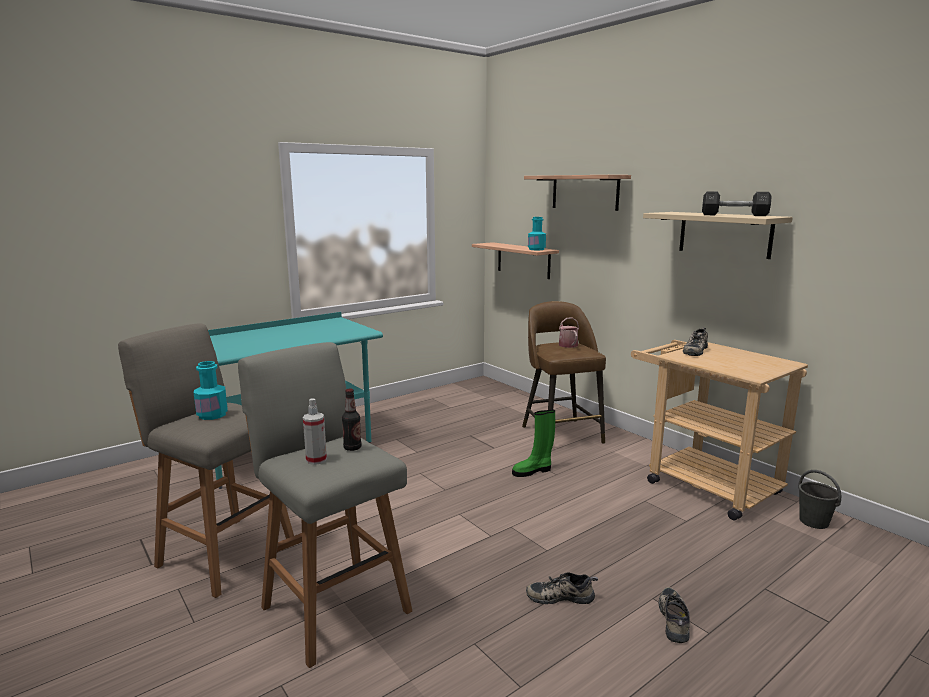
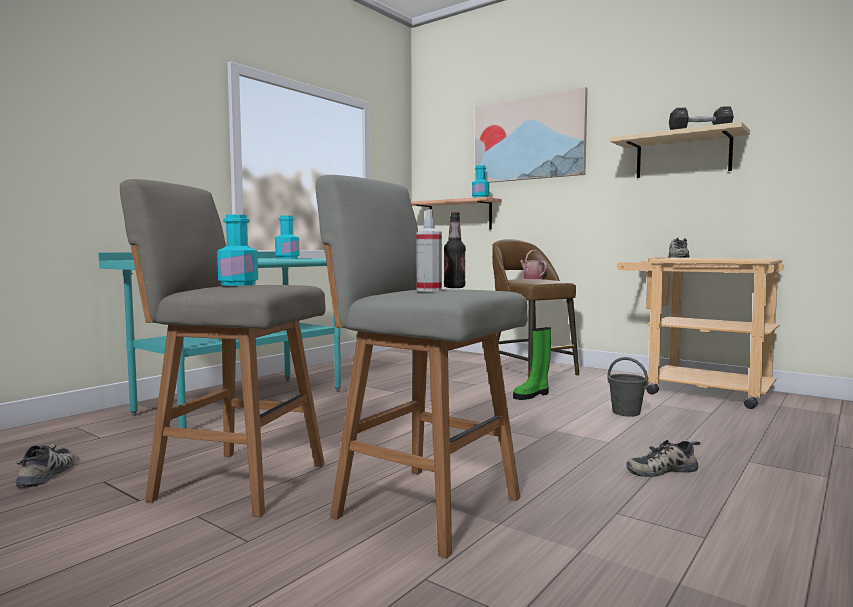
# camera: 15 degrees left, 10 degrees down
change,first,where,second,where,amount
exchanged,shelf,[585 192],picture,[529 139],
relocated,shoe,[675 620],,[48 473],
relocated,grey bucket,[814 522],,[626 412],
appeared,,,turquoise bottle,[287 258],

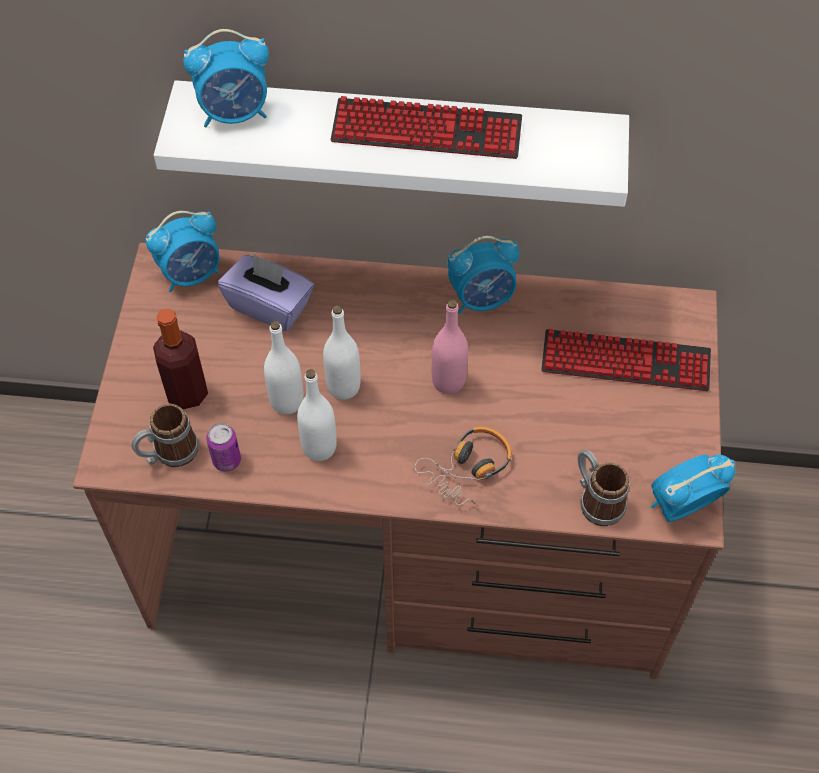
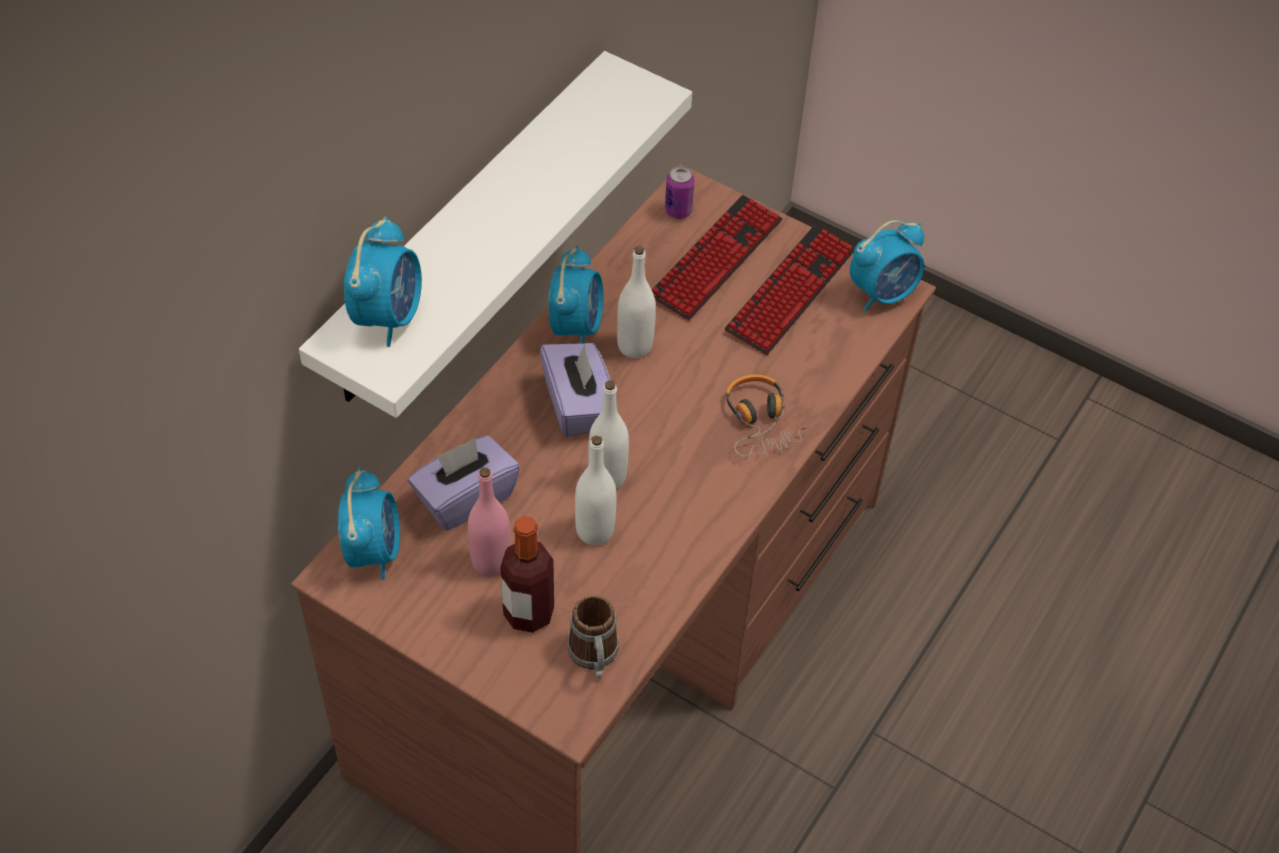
# camera: 65 degrees left, 5 degrees down
change,first,where,second,where,amount
relocated,can,[227 460],,[678 211],
relocated,white bottle,[319 447],,[634 346],
relocated,keyboard,[426 131],,[791 291],
relocated,pink bottle,[448 381],,[491 562],
missing,mug,[596 499],,,
spun,alarm clock,[681 506],,[883 293],120 degrees counterclockwise
appeared,,,purple tissue box,[578 405],

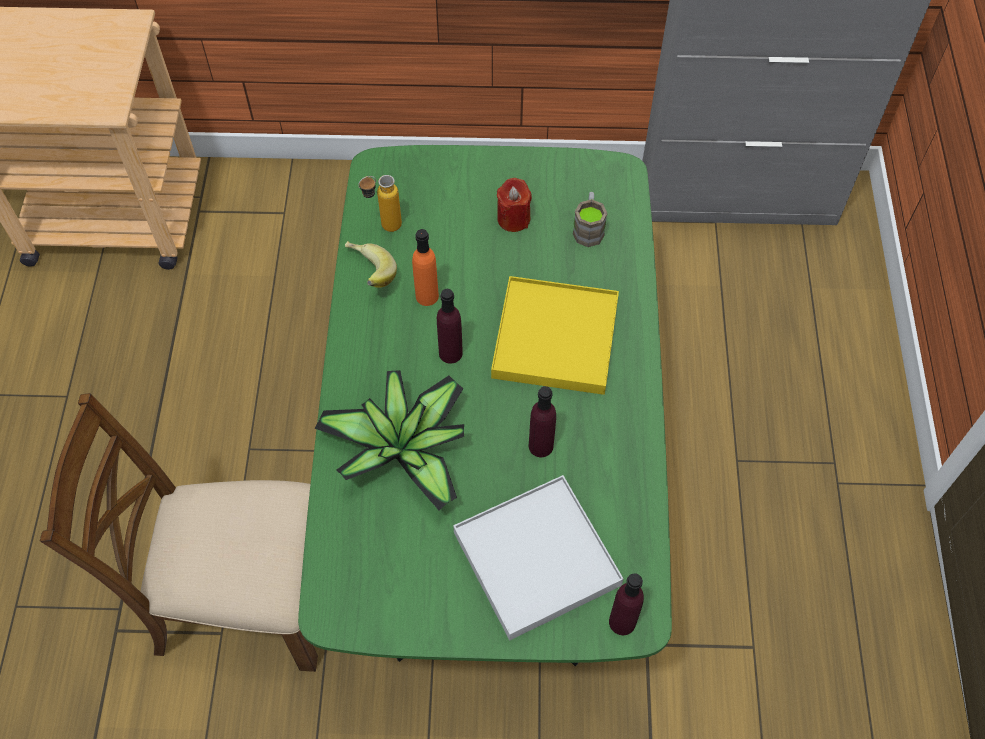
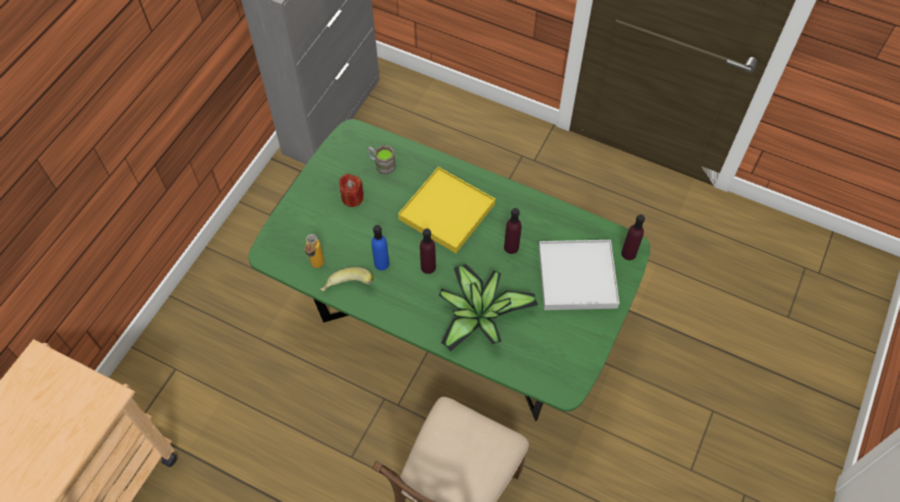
# camera: 65 degrees left, 0 degrees up
change,first,where,second,where,amount
colour,orange bottle,[427 296],blue bottle,[381 263],

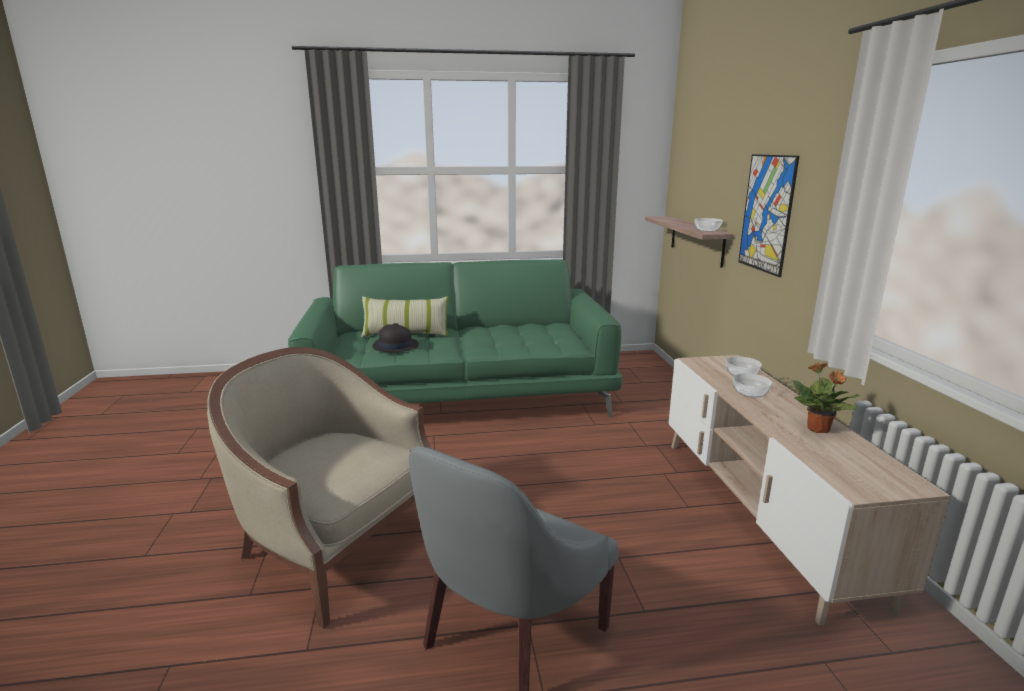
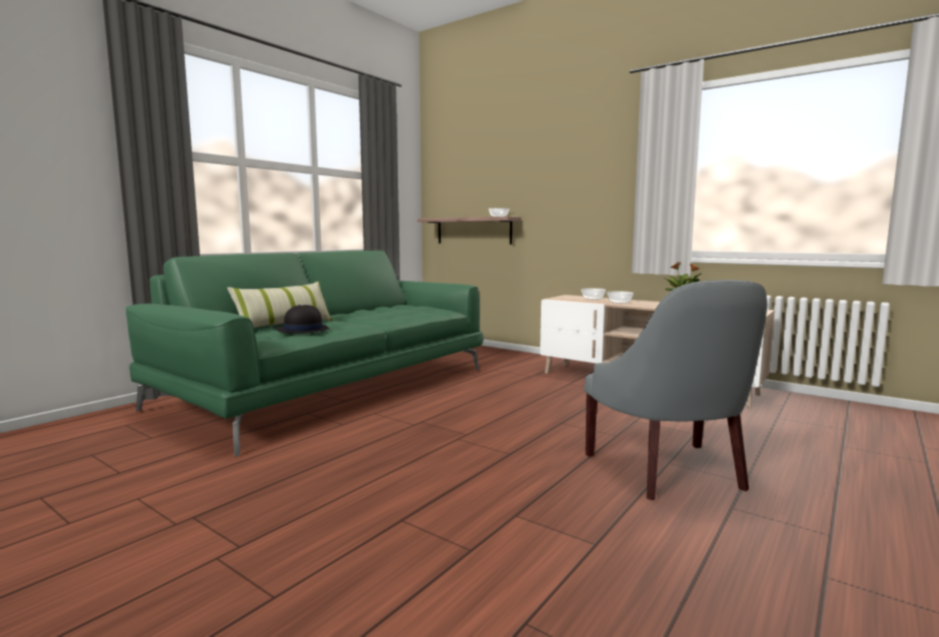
# camera: 45 degrees left, 10 degrees down
change,first,where,second,where,amount
missing,beige armchair,[338 546],,,
missing,picture,[767 213],,,

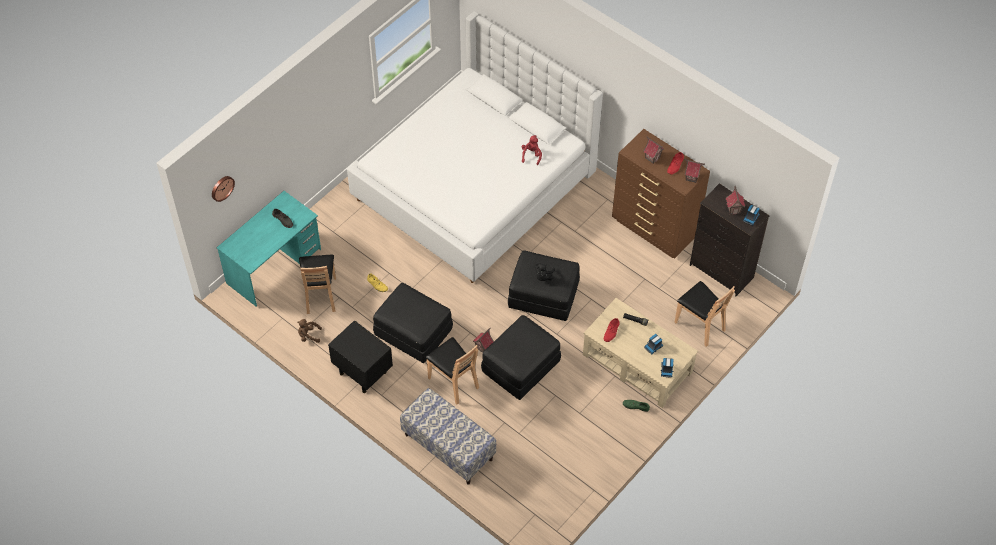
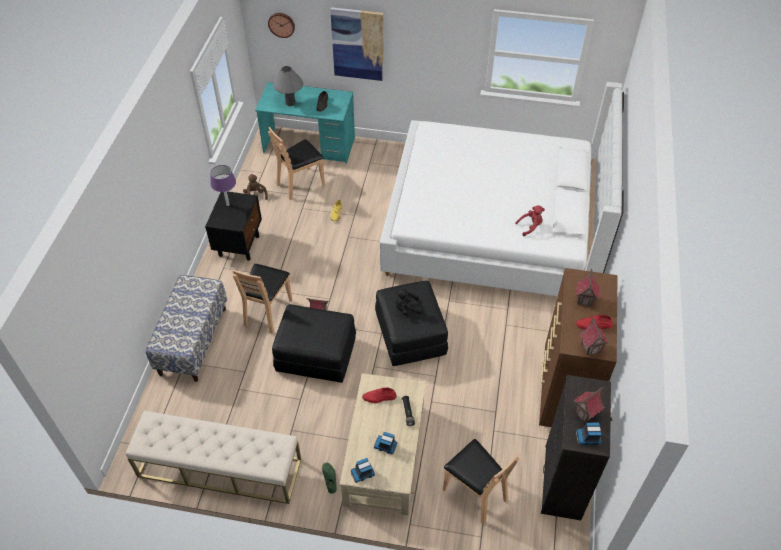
# camera: 60 degrees right, 5 degrees down
change,first,where,second,where,amount
missing,black ottoman,[412 333],,,
spun,brown chair,[700 325],,[475 493],60 degrees counterclockwise
appeared,,,beige bench,[219 468],
appeared,,,purple table lamp,[228 204],
appeared,,,grey table lamp,[290 103],
appeared,,,picture,[358 44],

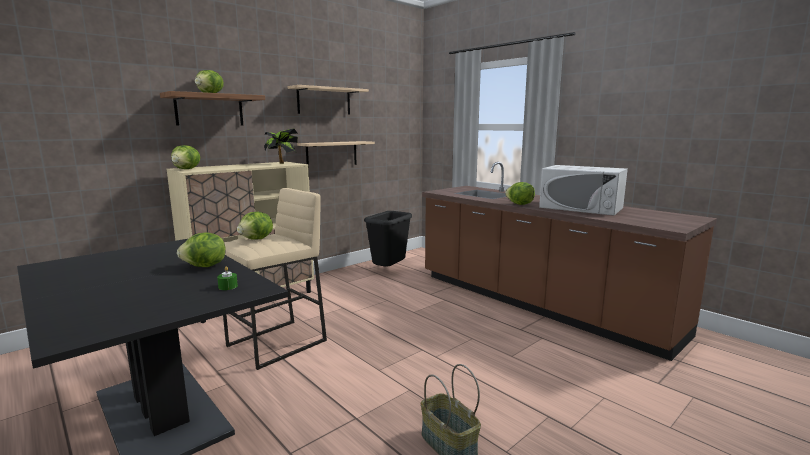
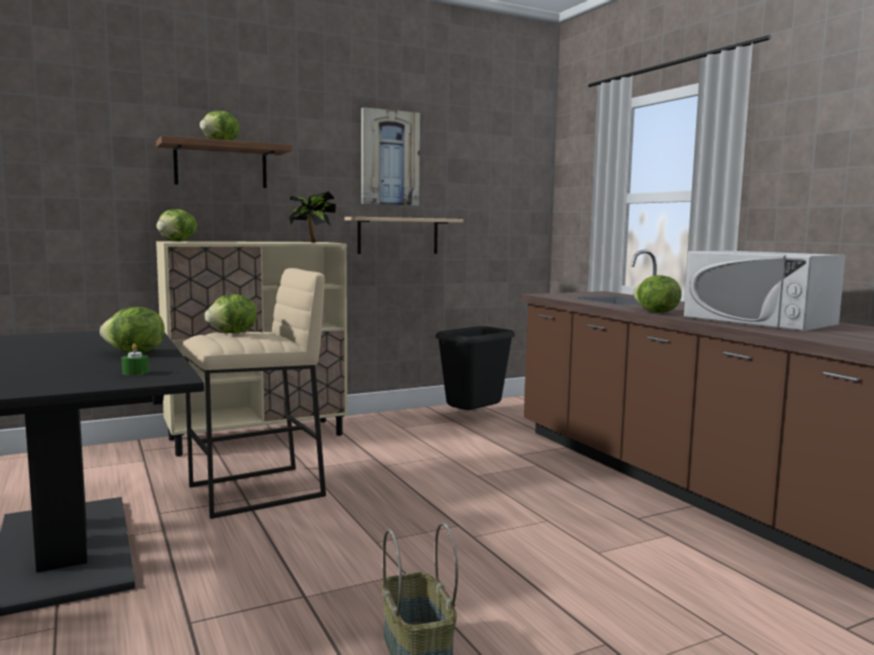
# camera: 15 degrees right, 5 degrees down
change,first,where,second,where,amount
exchanged,shelf,[324 101],picture,[389 158],

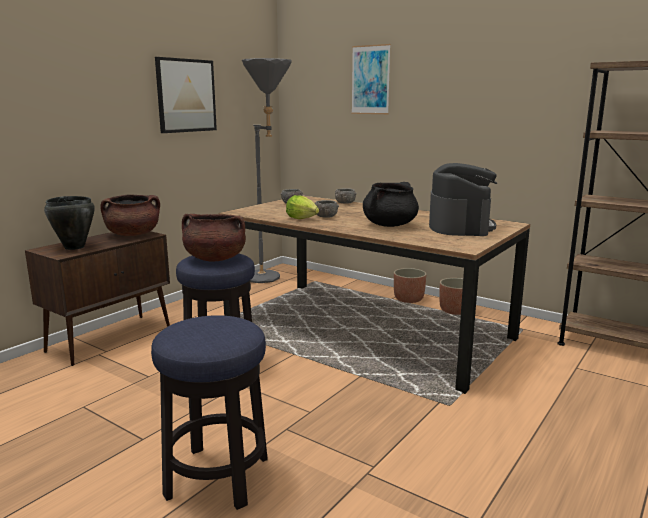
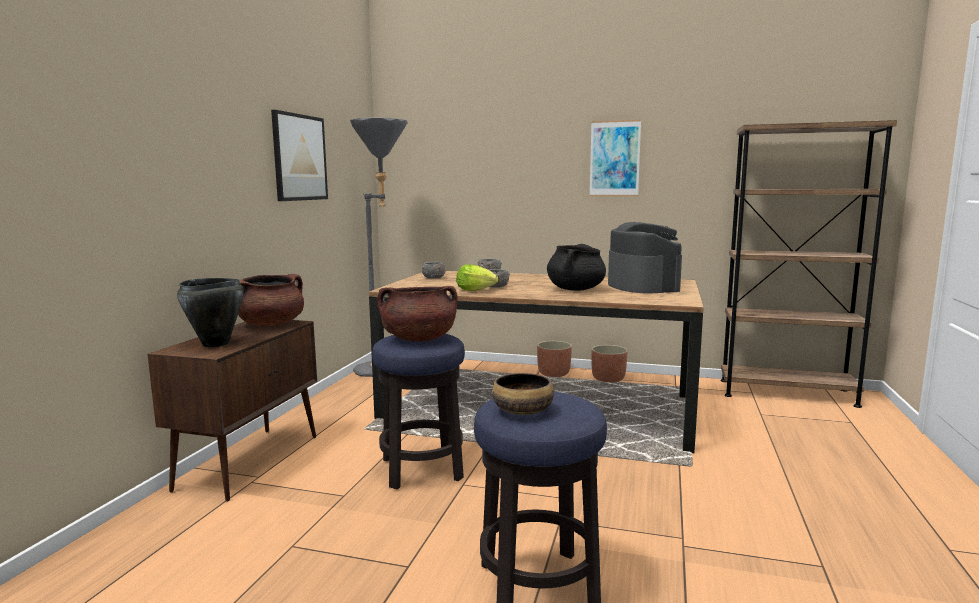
# camera: 20 degrees left, 5 degrees down
change,first,where,second,where,amount
relocated,picture,[370 80],,[614 158],
appeared,,,bowl,[522 411],

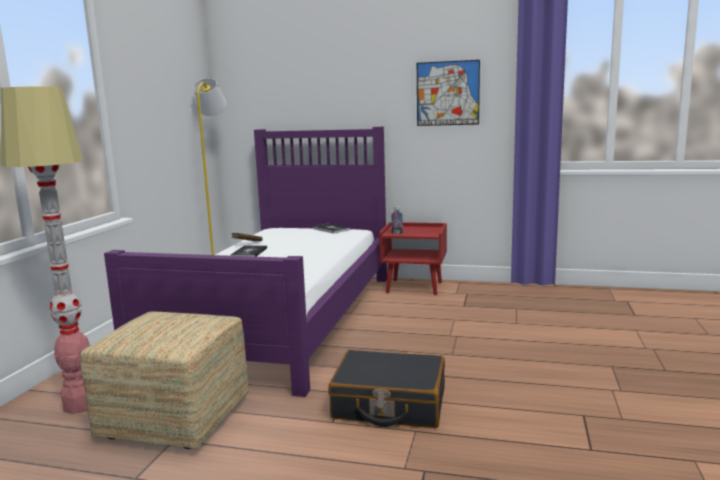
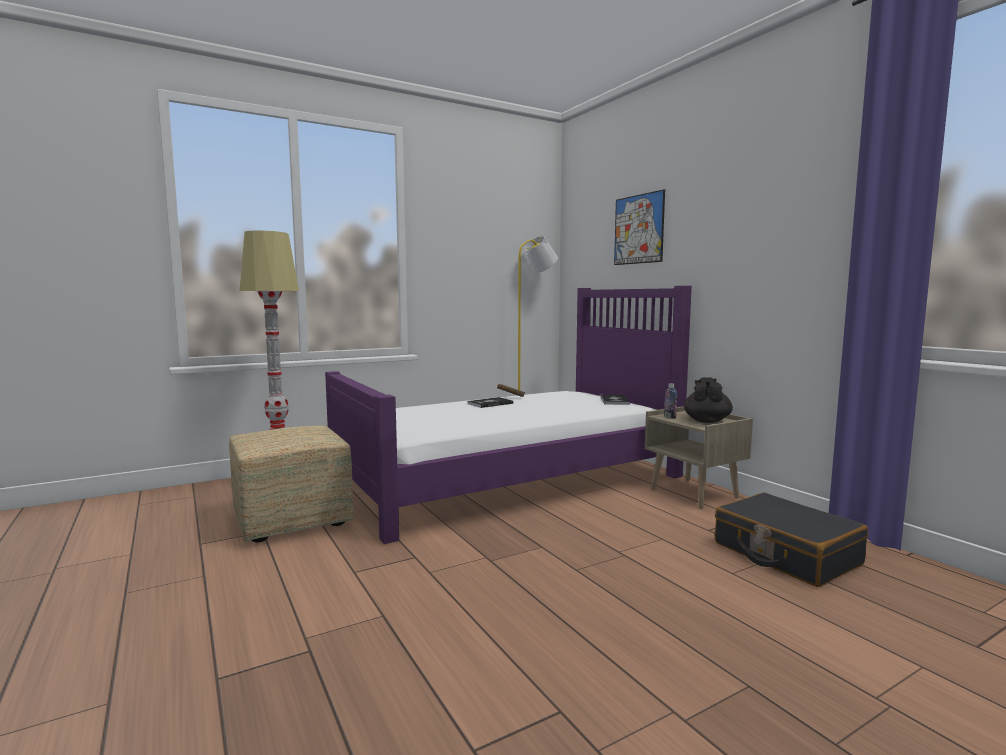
# camera: 45 degrees right, 5 degrees down
change,first,where,second,where,amount
relocated,black suitcase,[389 404],,[785 554],
colour,red nightstand,[415 287],beige nightstand,[695 493],
relocated,picture,[447 93],,[638 229],
appeared,,,black teapot,[706 421],

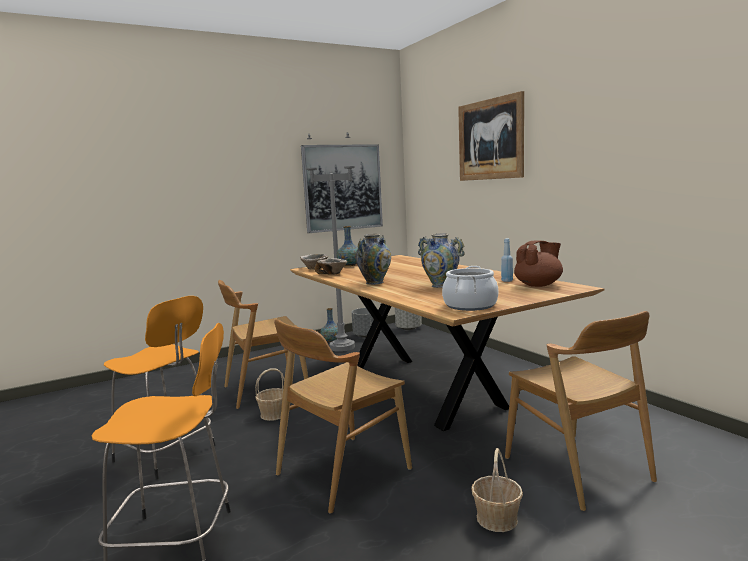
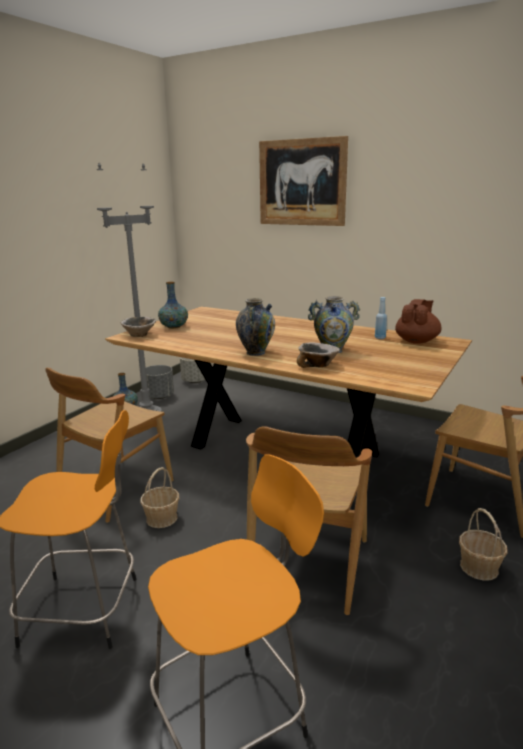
# camera: 30 degrees left, 10 degrees up
change,first,where,second,where,amount
missing,picture,[342 187],,,
relocated,bowl,[332 273],,[318 365],
missing,cooking pot,[470 305],,,

